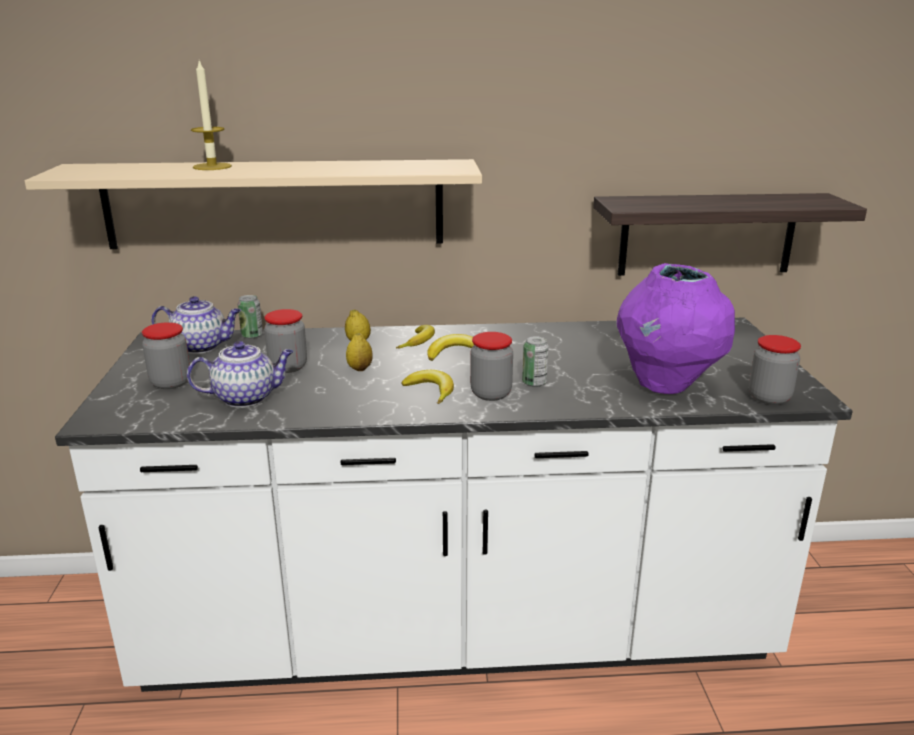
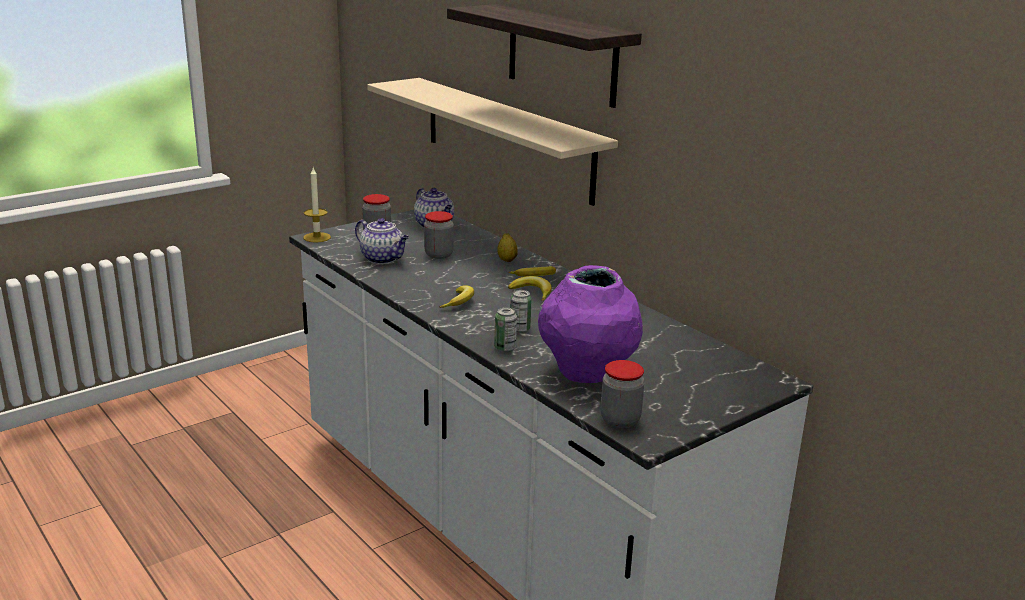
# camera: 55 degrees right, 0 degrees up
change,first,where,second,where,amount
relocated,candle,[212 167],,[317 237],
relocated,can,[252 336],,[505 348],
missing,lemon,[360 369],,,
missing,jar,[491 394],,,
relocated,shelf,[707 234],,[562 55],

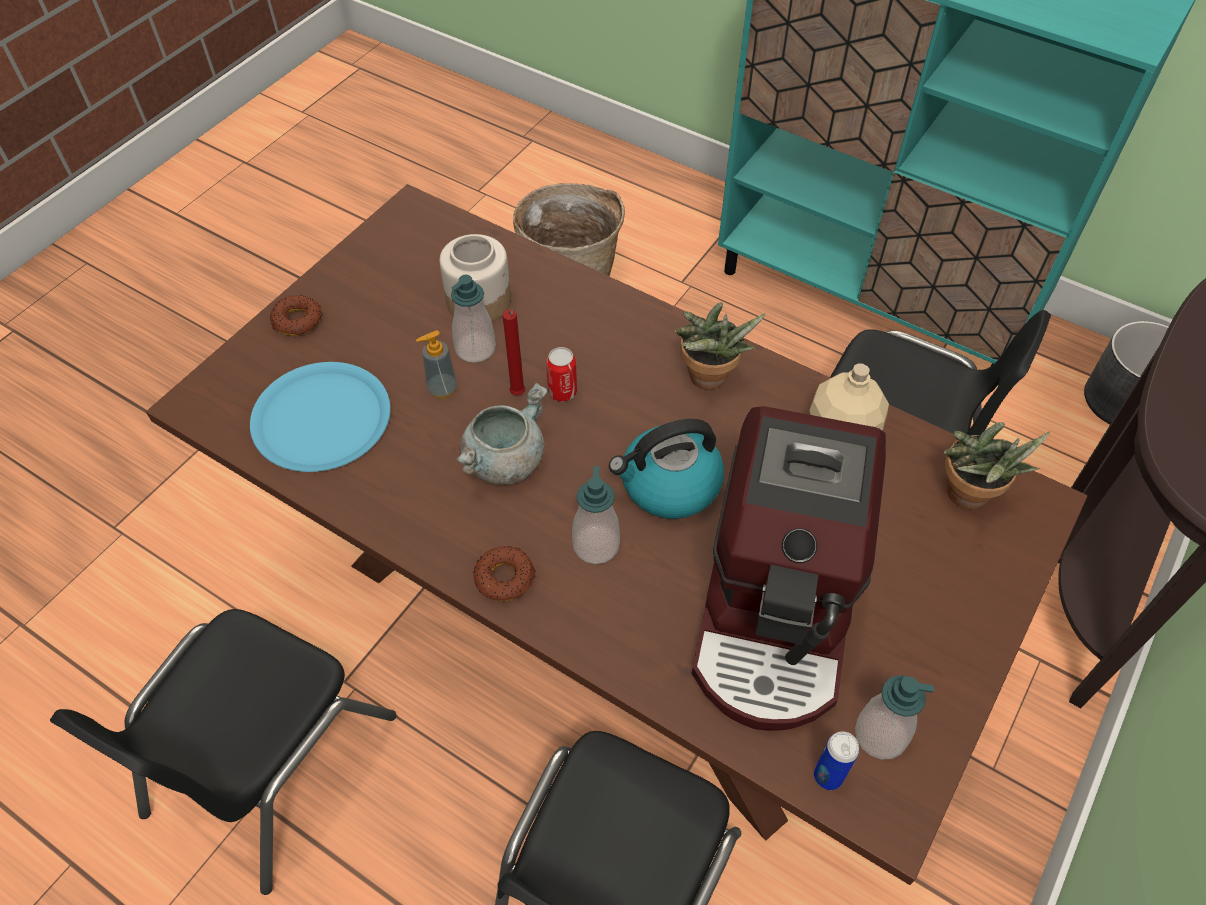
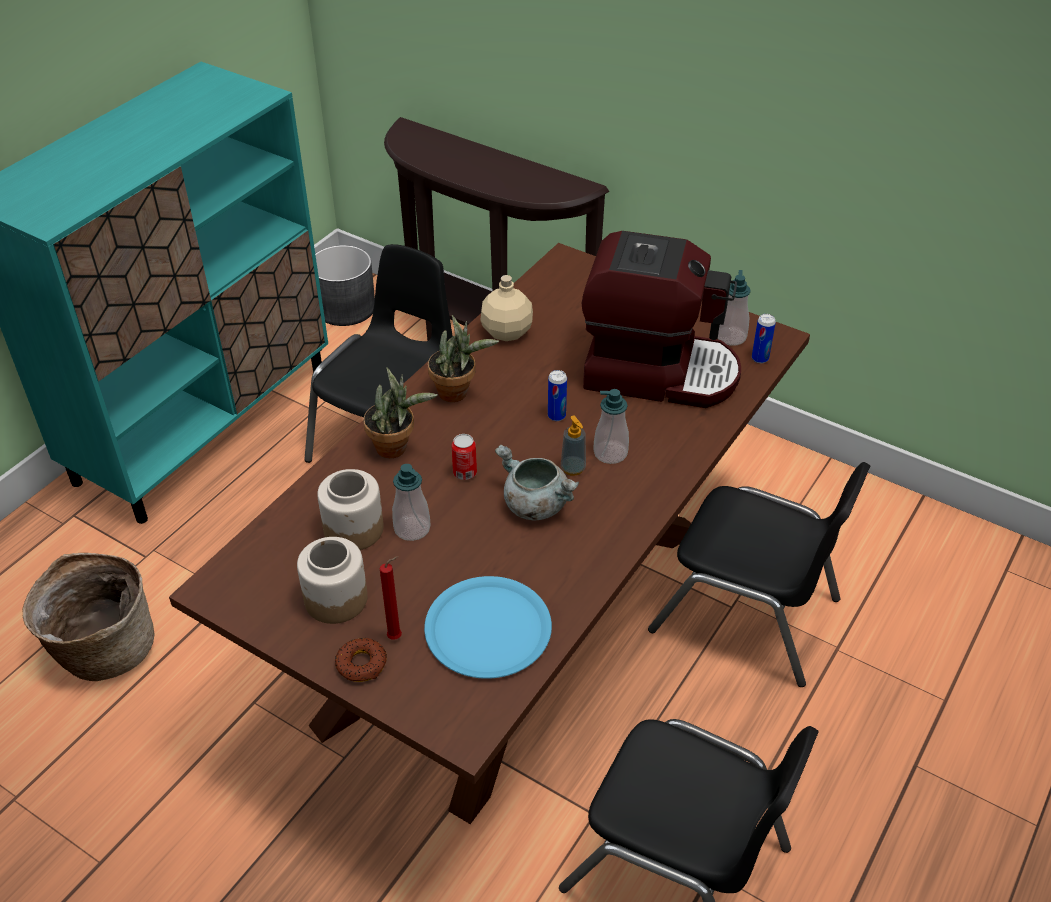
# camera: 90 degrees left, 10 degrees down
change,first,where,second,where,amount
relocated,soap dispenser,[442 389],,[573 468],
missing,donut,[504 577],,,
relocated,red candle,[518 395],,[397 637],
exchanged,kettle,[669 485],can,[556 416],
relocated,potted plant,[969 499],,[396 447],
appeared,,,jar,[335 598],

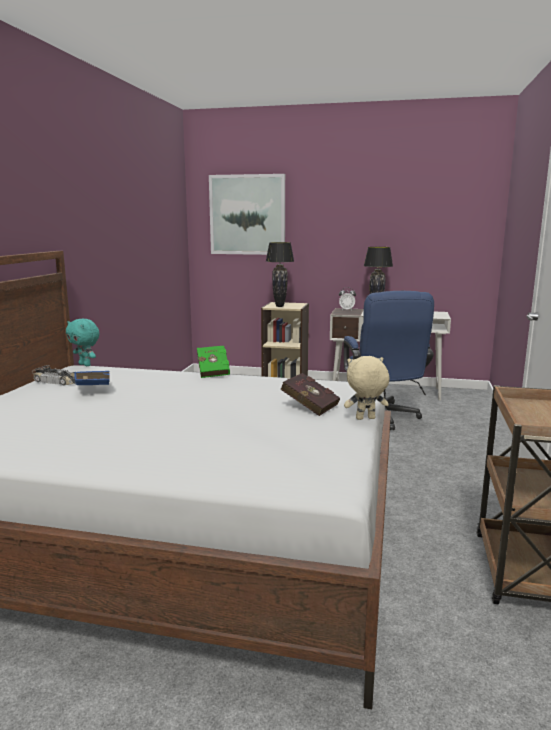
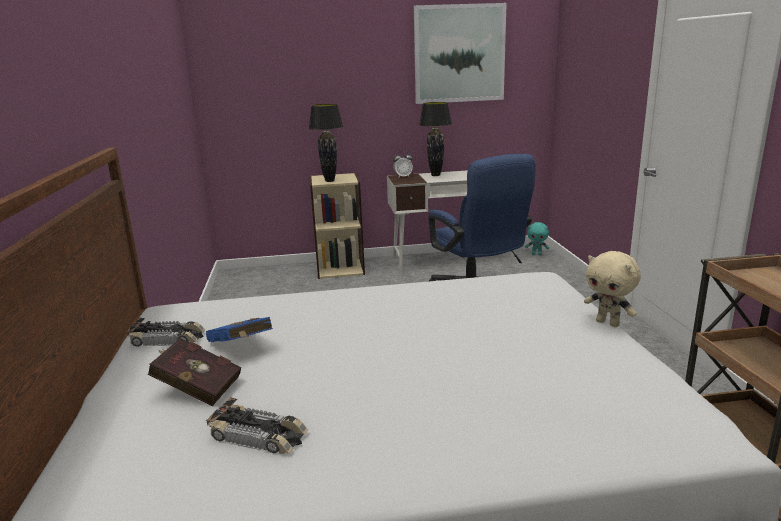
# camera: 20 degrees left, 5 degrees up
change,first,where,second,where,amount
relocated,turquoise plush toy,[85 365],,[537 254],
missing,green book,[213 372],,,
relocated,picture,[247 215],,[459 54],
relocated,red book,[308 406],,[196 388],
spun,beige plush toy,[365 419],,[608 323],105 degrees counterclockwise
appeared,,,toy car,[259 436],

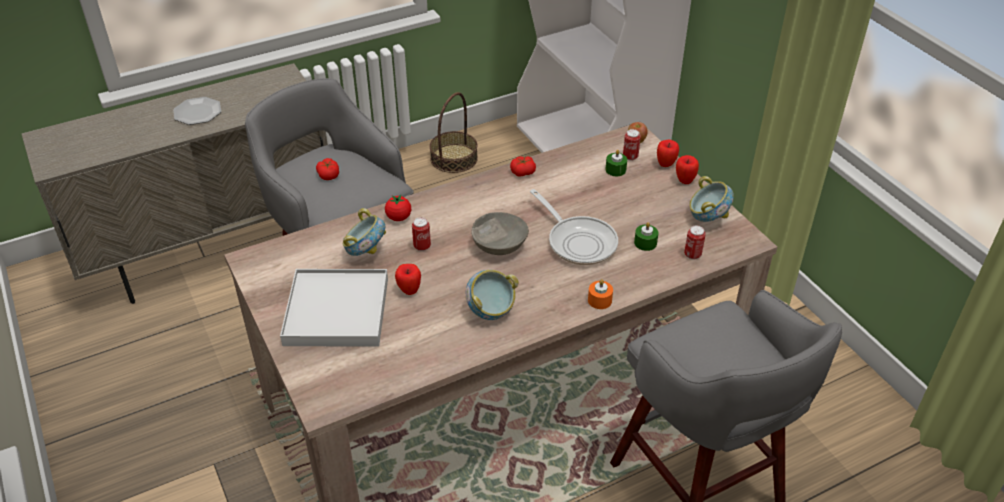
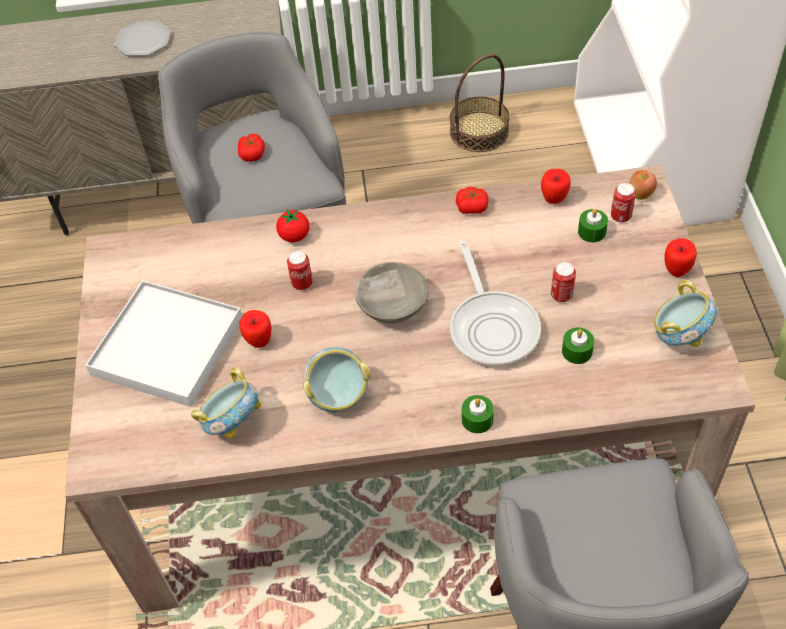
# camera: 25 degrees right, 10 degrees up
change,first,where,second,where,amount
relocated,bowl,[366 252],,[233 422],
colour,orange candle,[599 300],green candle,[477 419],
relocated,apple,[665 165],,[554 200],
relocated,can,[692 255],,[561 295],

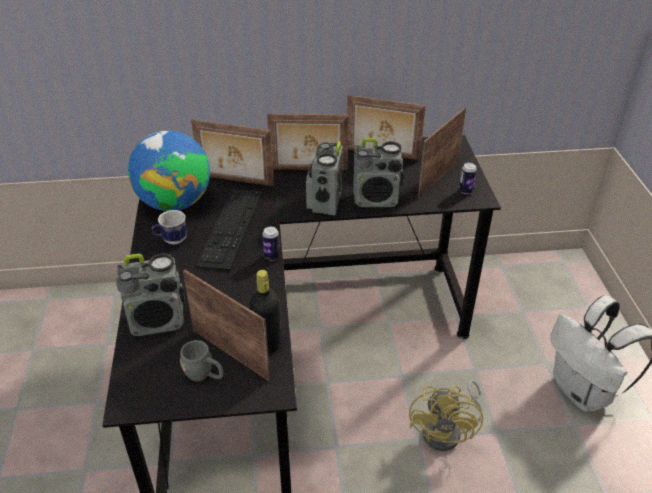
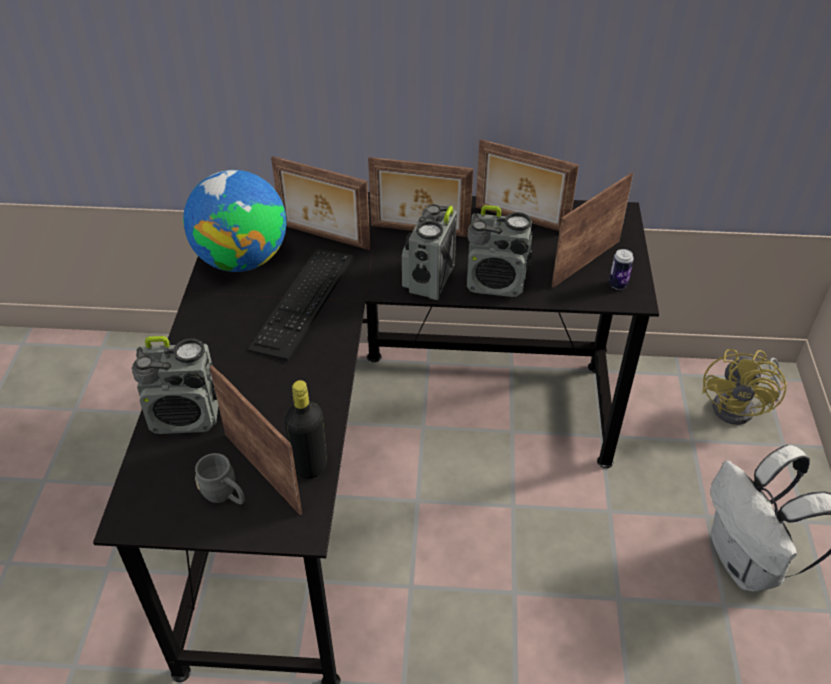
# camera: 10 degrees right, 5 degrees up
change,first,where,second,where,amount
missing,mug,[171 240],,,
missing,can,[272 257],,,
relocated,yellow fan,[448 432],,[741 407],

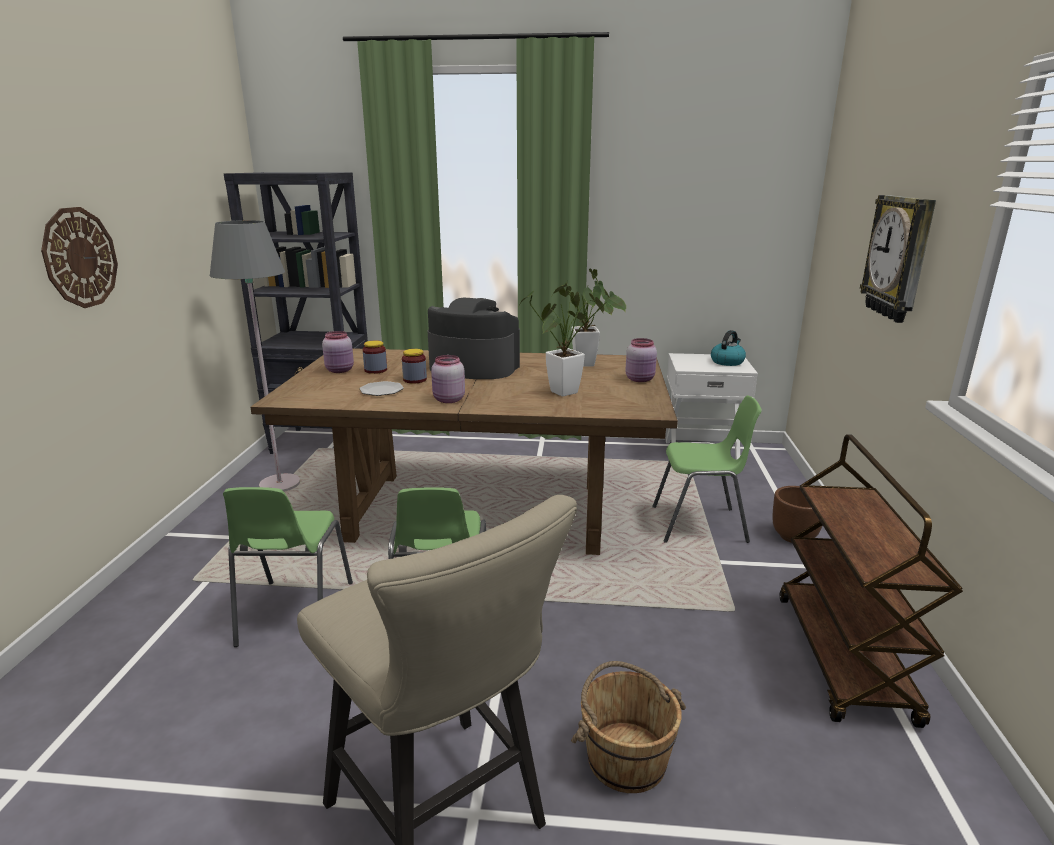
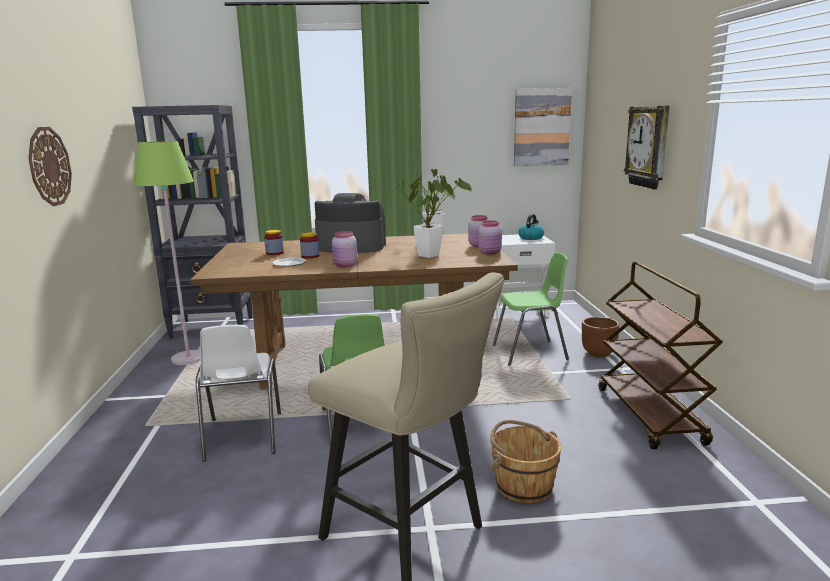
# camera: 10 degrees left, 5 degrees down
change,first,where,second,where,amount
colour,grey floor lamp,[280 484],green floor lamp,[188 358],
colour,green chair,[294 614],white chair,[242 437],
relocated,pink jar,[340 370],,[490 252],
appeared,,,picture,[541 127],

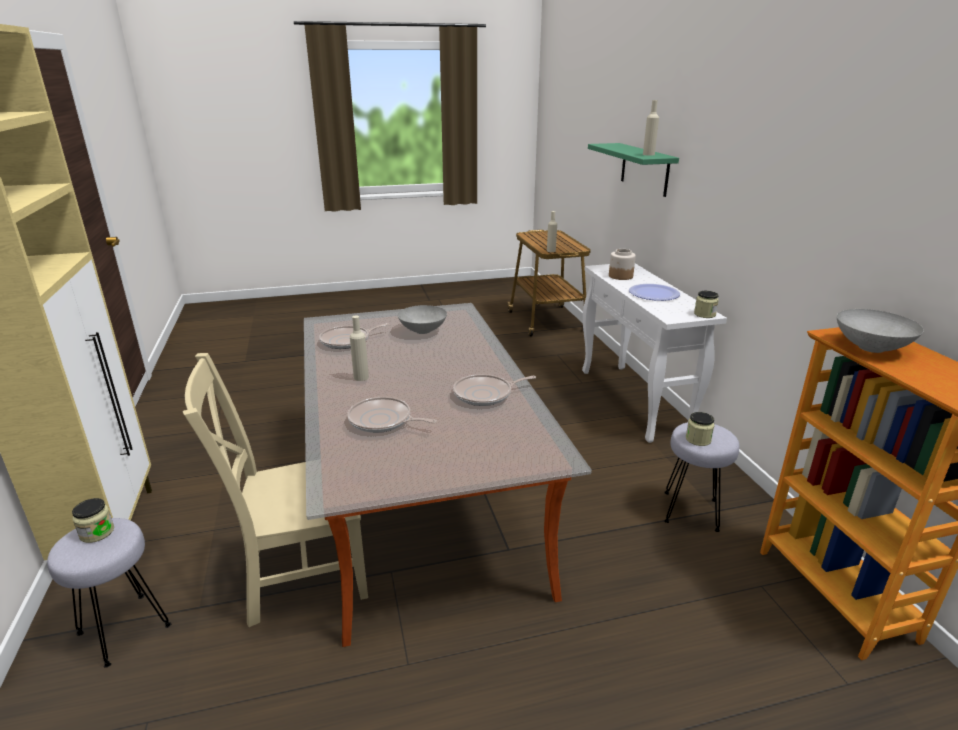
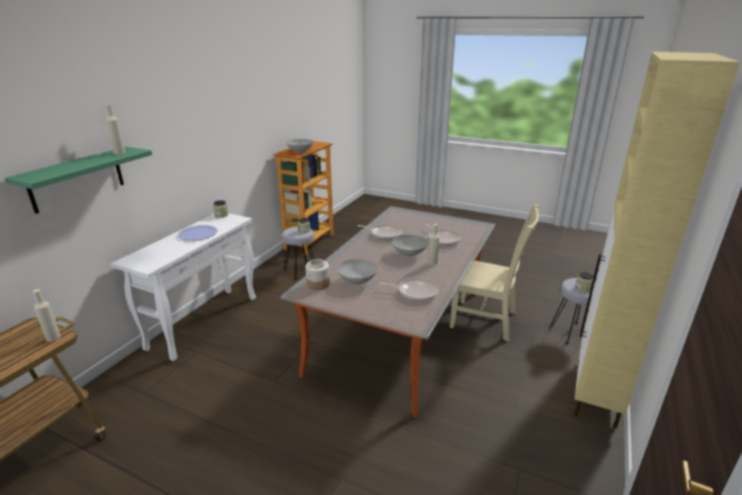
# camera: 140 degrees left, 0 degrees up
change,first,where,second,where,amount
relocated,jar,[620 276],,[318 284],
appeared,,,grey bowl,[409 253],

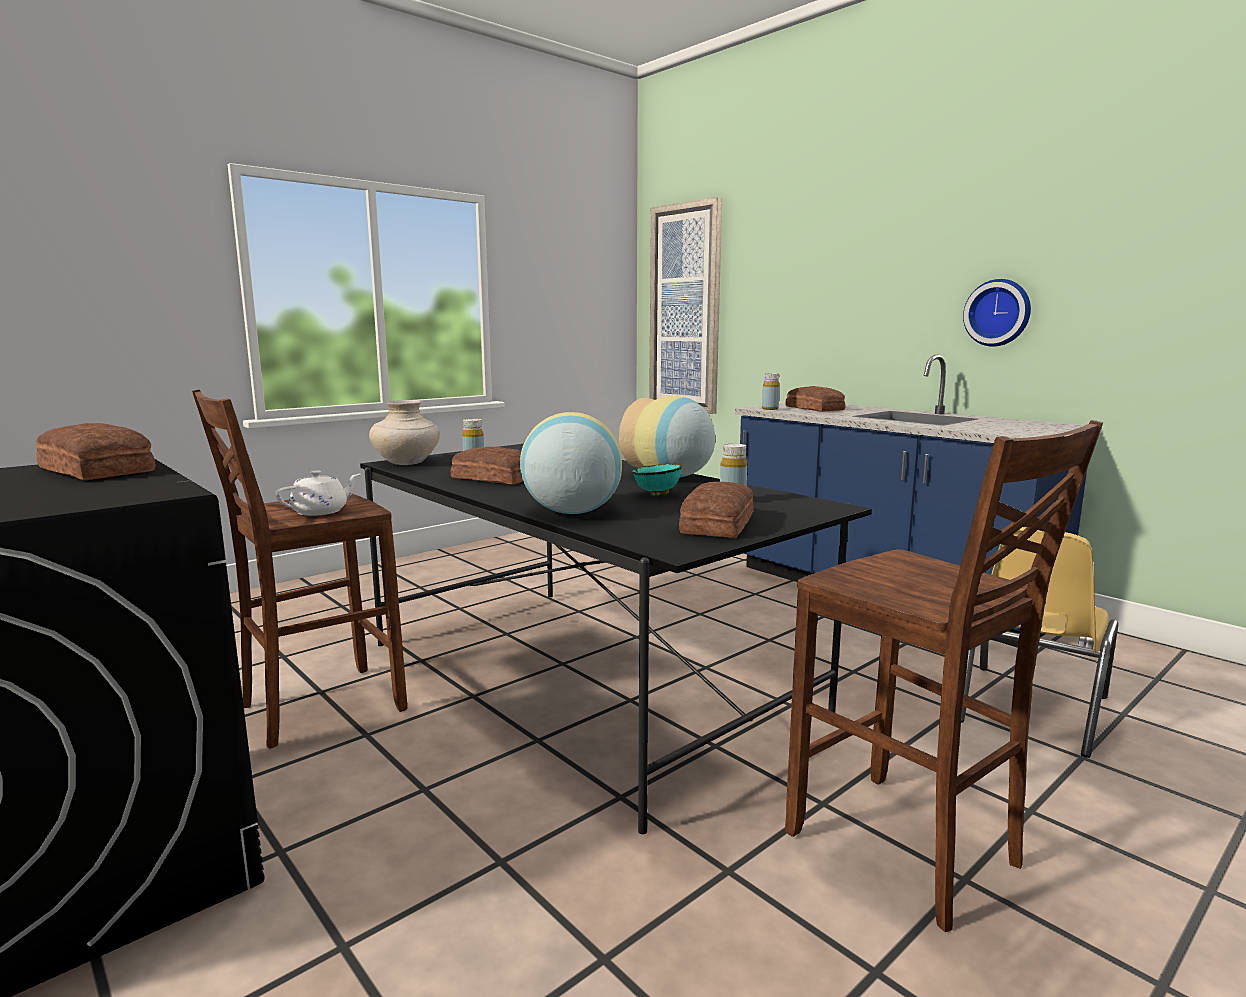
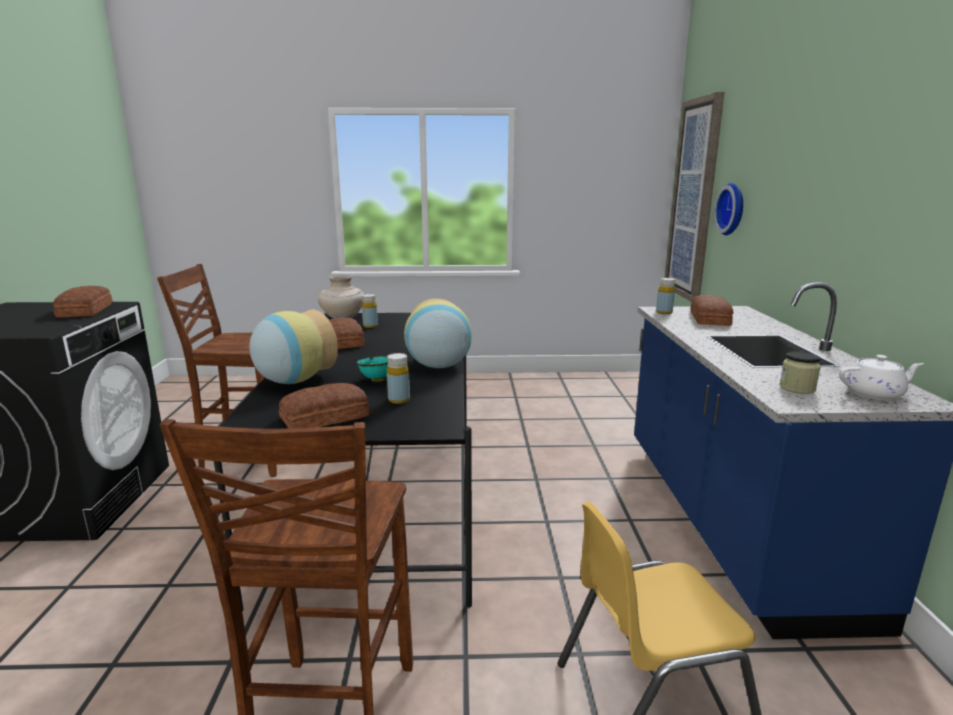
# camera: 40 degrees right, 5 degrees up
change,first,where,second,where,amount
relocated,white teapot,[321 511],,[875 394],
relocated,wall clock,[998 313],,[733 209],
appeared,,,jar,[797 388],

